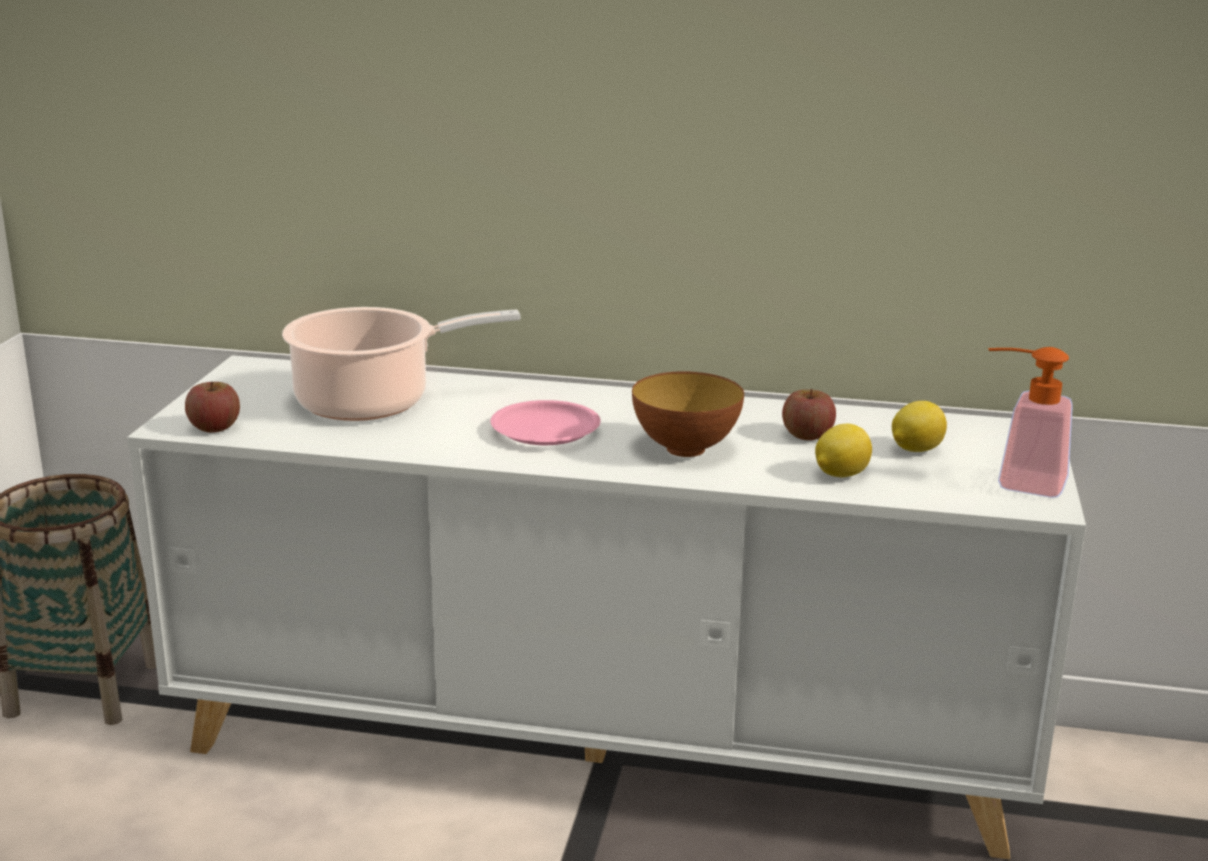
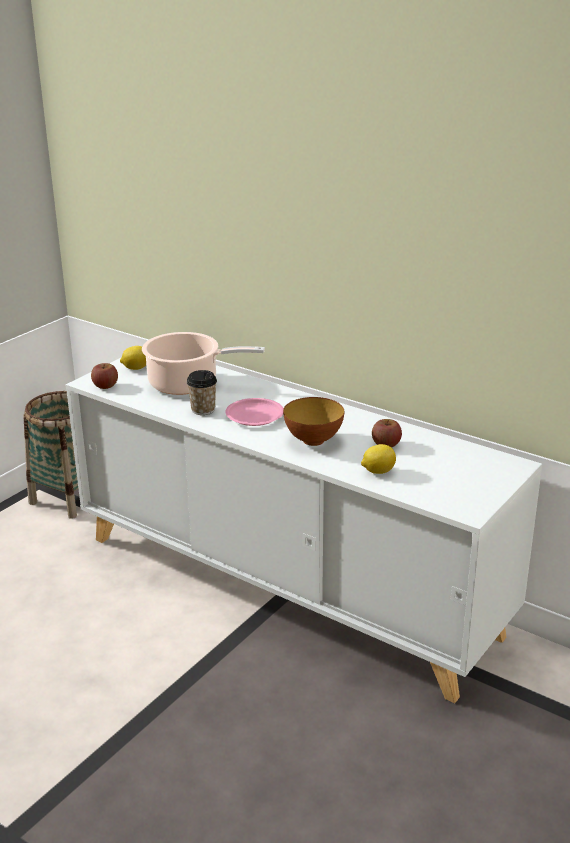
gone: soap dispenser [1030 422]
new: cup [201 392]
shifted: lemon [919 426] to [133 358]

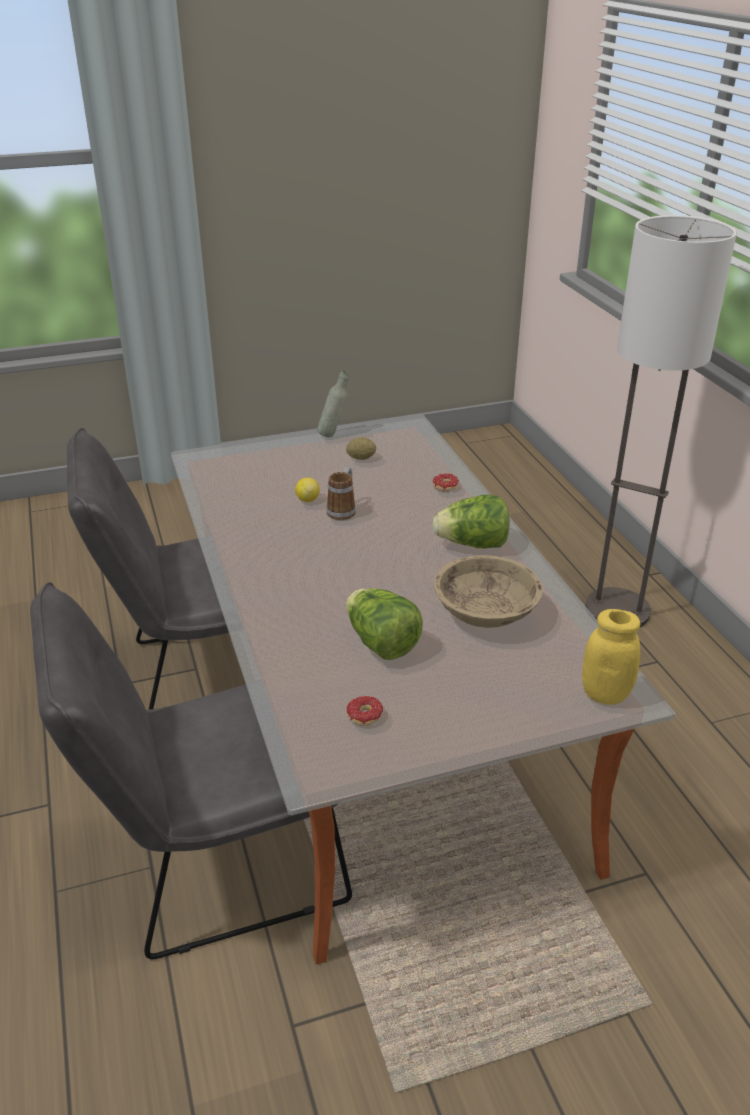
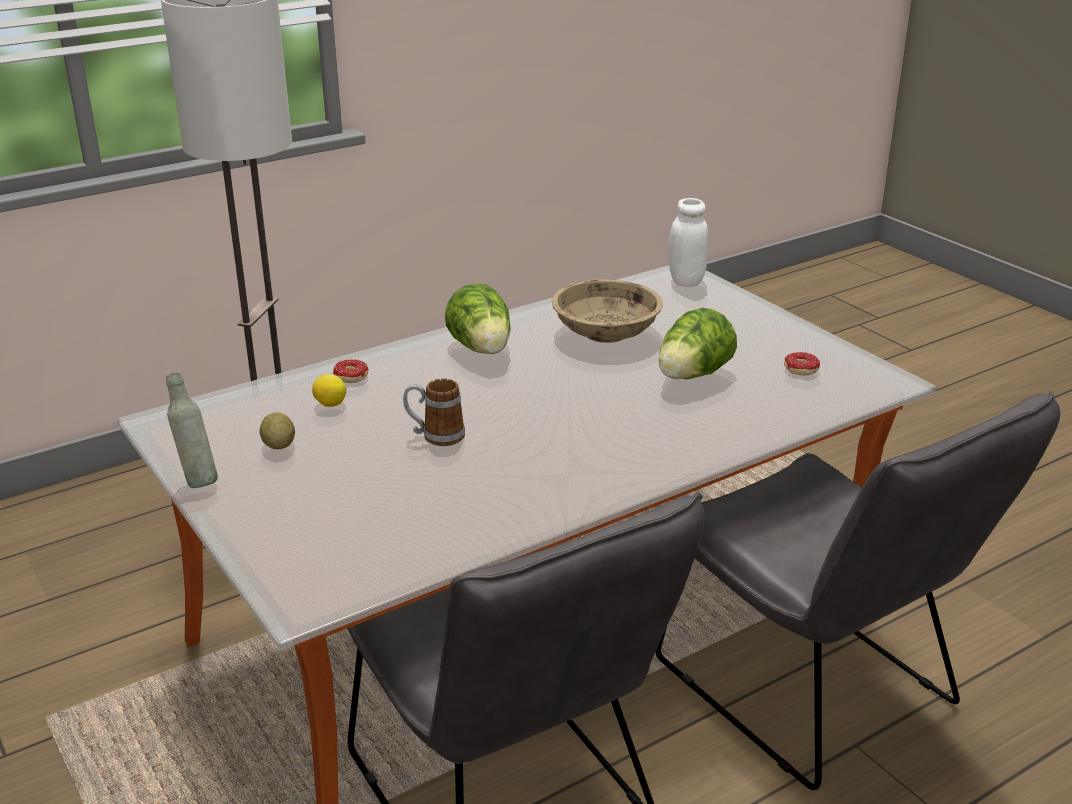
shifted: lemon [307 489] to [329 390]
repainted: yellow jar [611 657] to white jar [688 242]

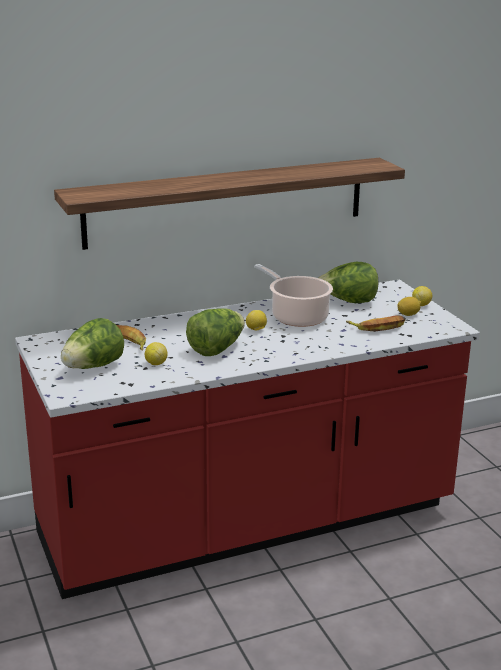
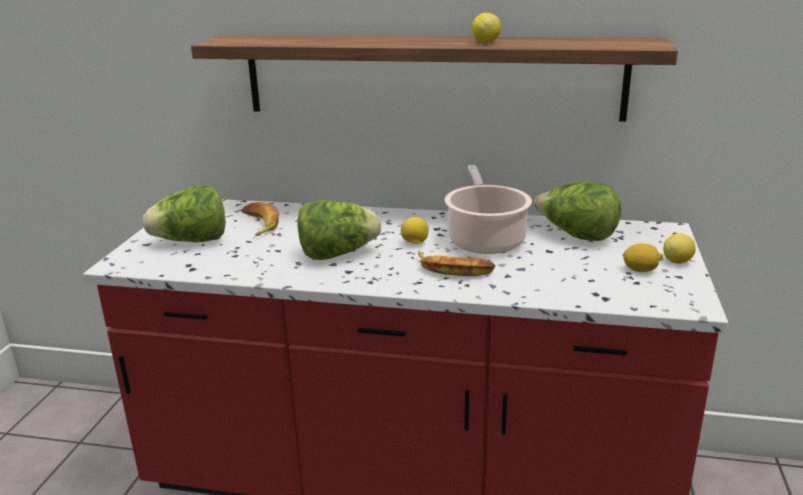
shifted: banana [375 323] to [457 263]; lemon [156 353] to [486 28]

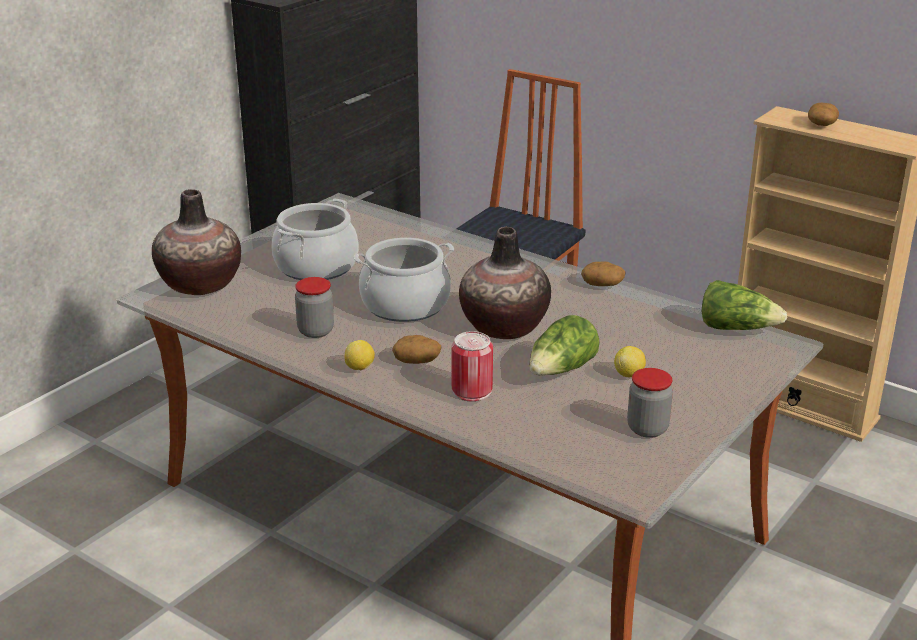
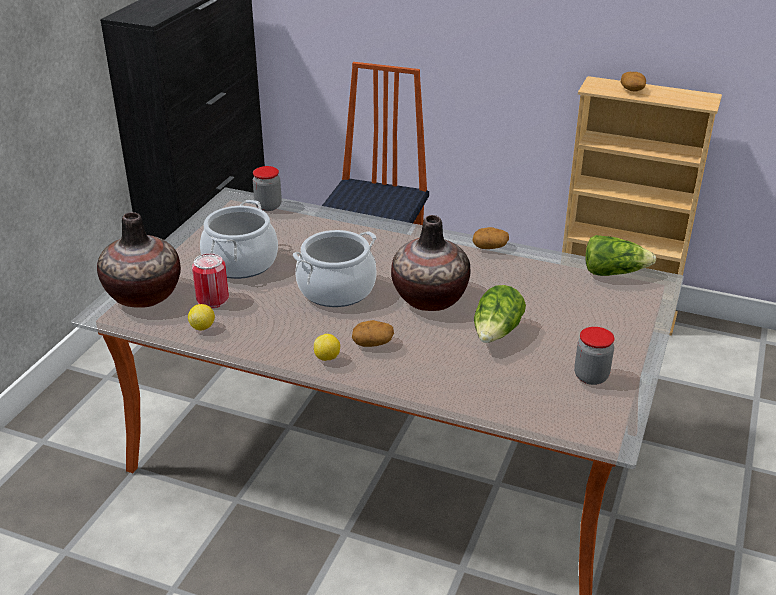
shifted: lemon [630 361] to [201 317]; can [472 366] to [210 280]; jar [314 307] to [267 188]

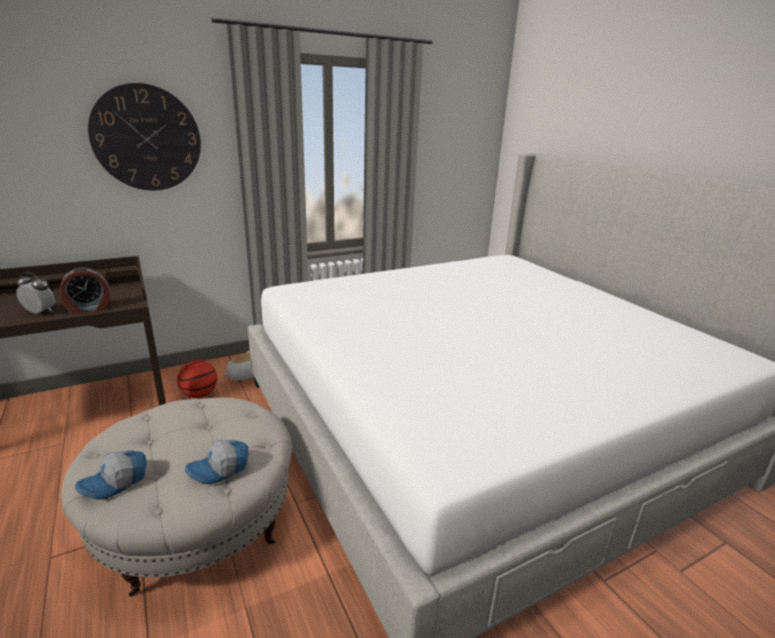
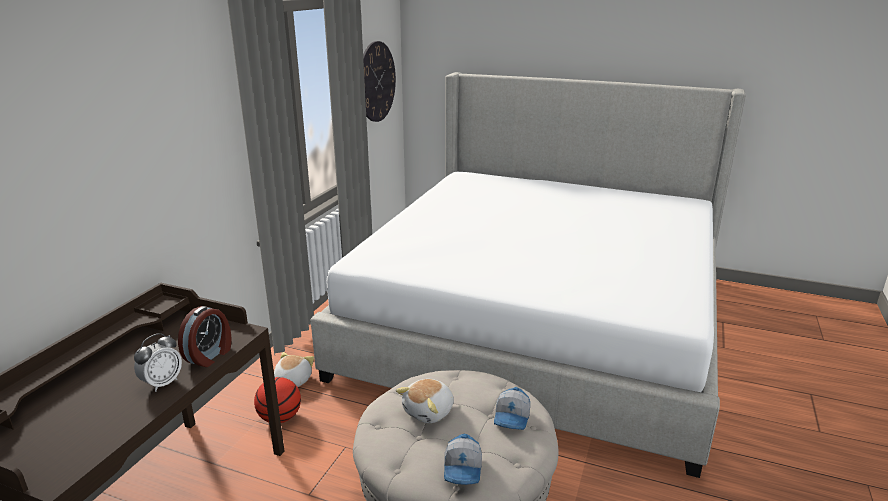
new: plush toy [425 401]
shifted: wall clock [144 137] to [379 81]
rotated: alarm clock [35 293] = [158 362] 150 degrees clockwise

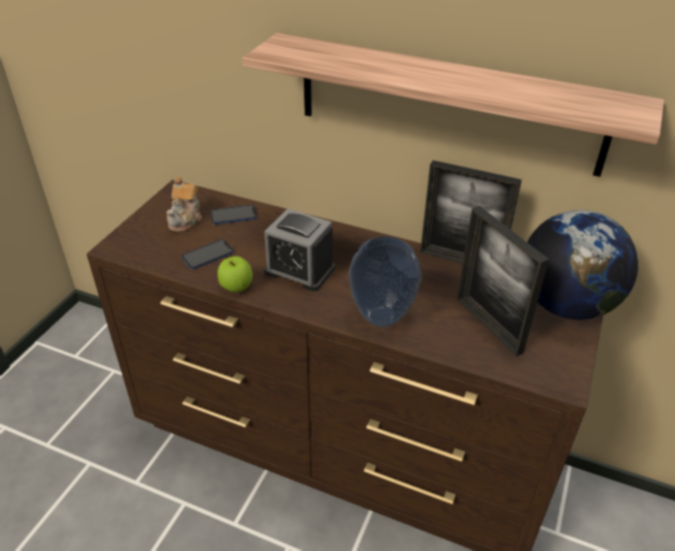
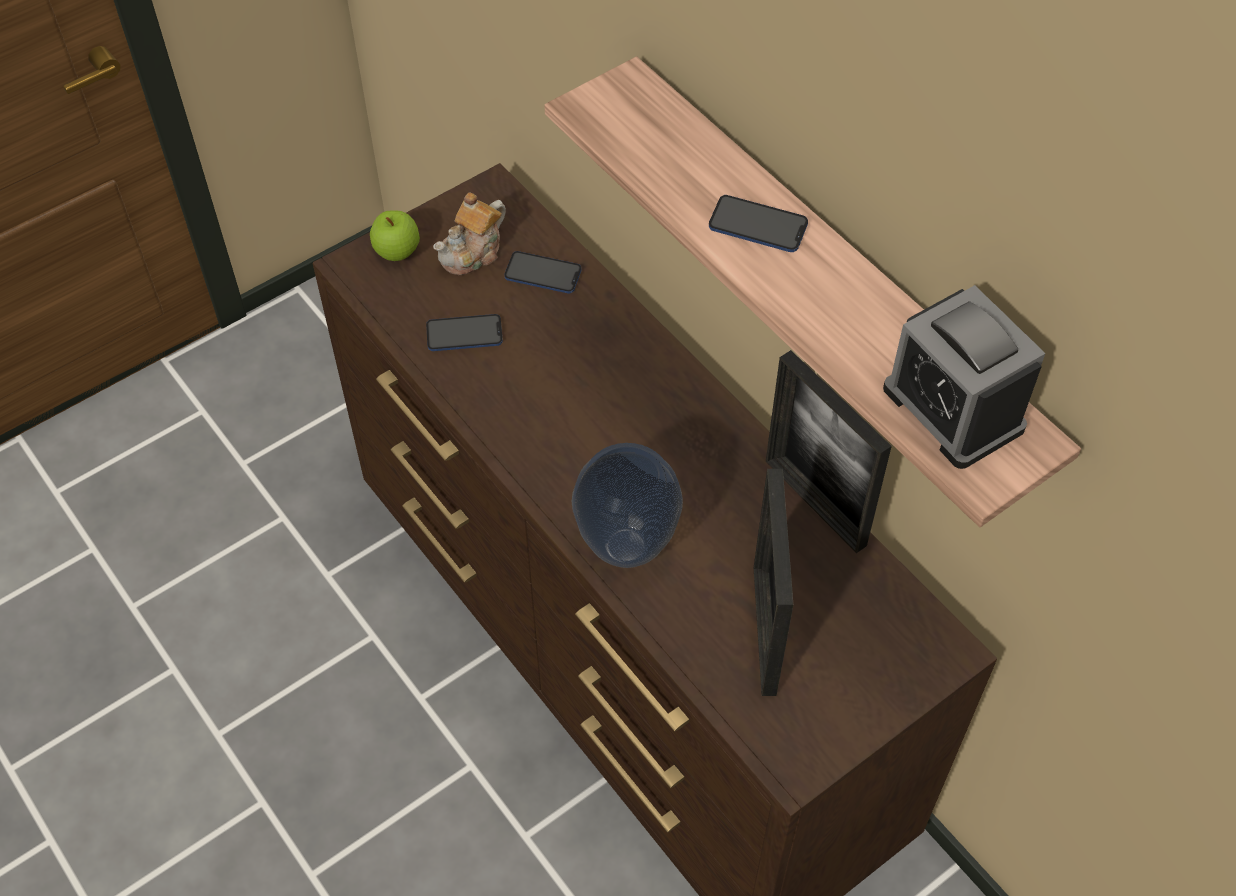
gone: globe [582 265]
new: phone [758 223]
shifted: apple [235 274] to [395 236]; alarm clock [299 249] to [964 377]

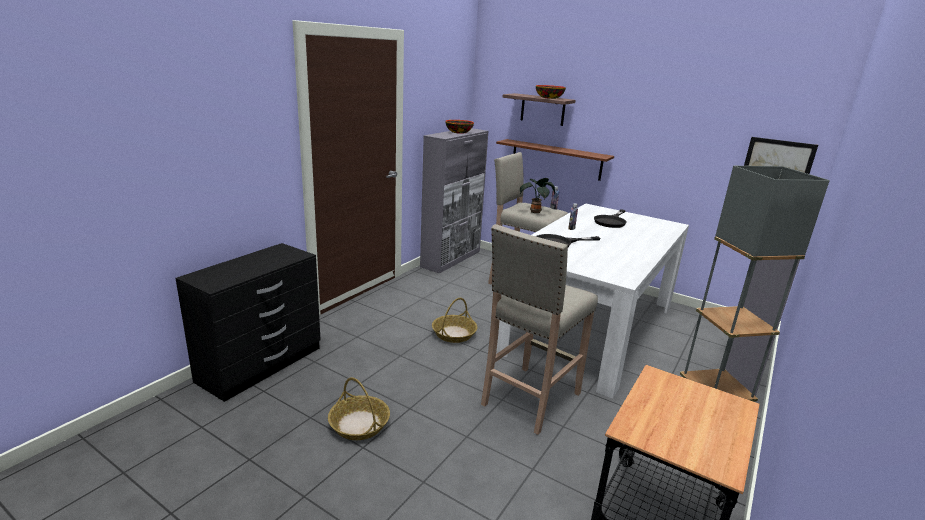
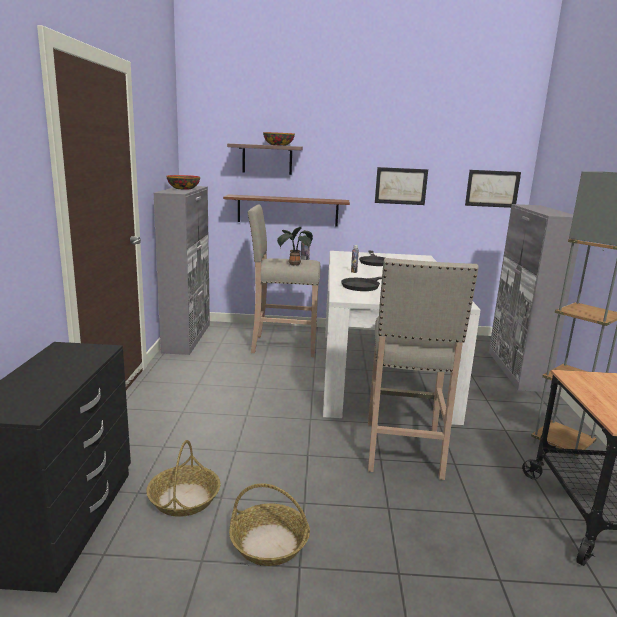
new: picture [401 186]
shifted: basket [454 320] to [183 478]

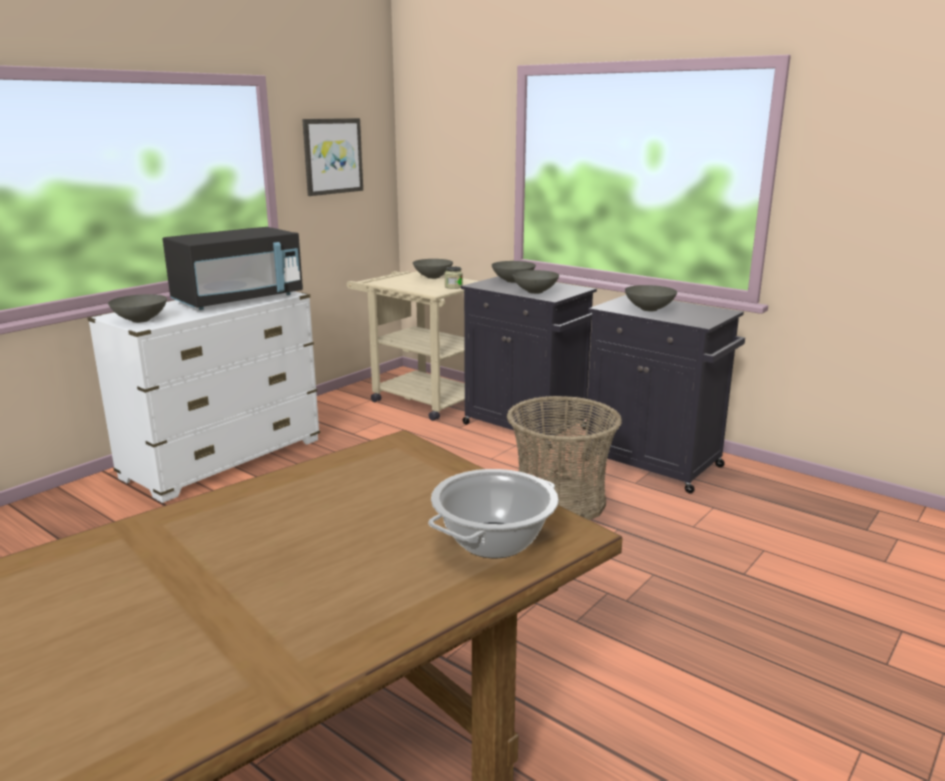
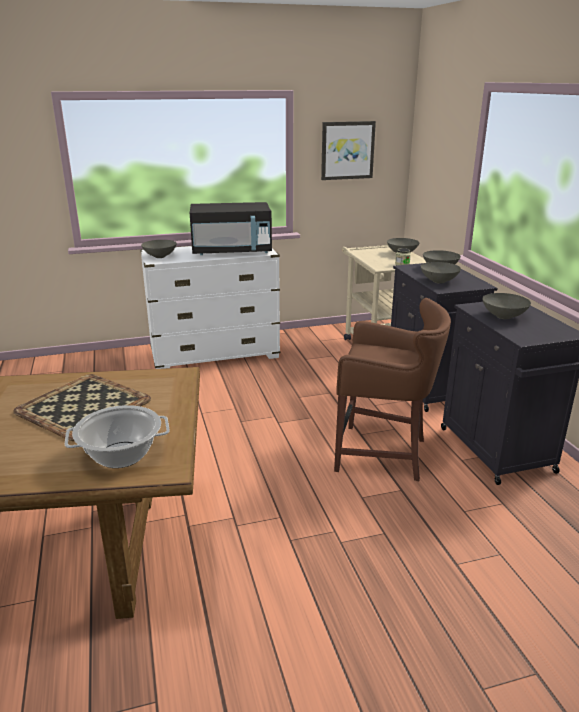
new: tray [82 407]
swapped: basket [564 458] to brown stool [392 389]

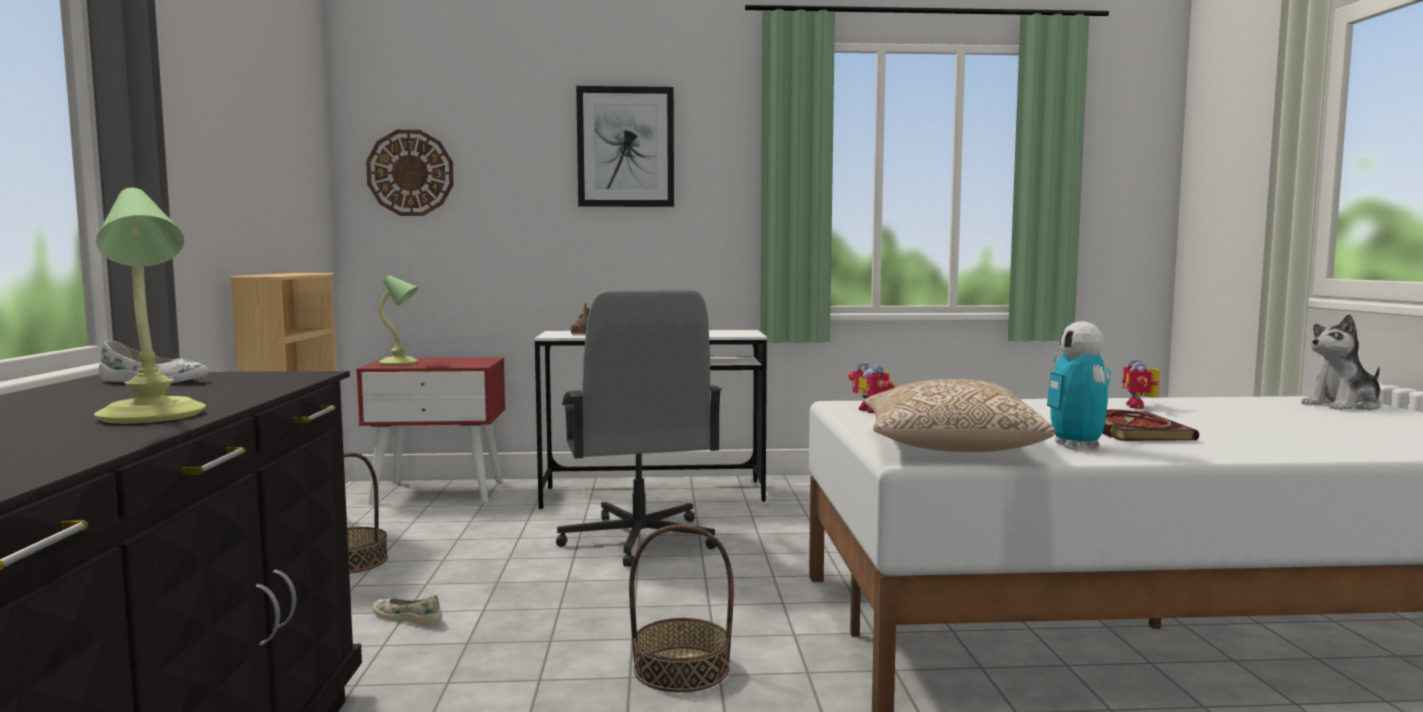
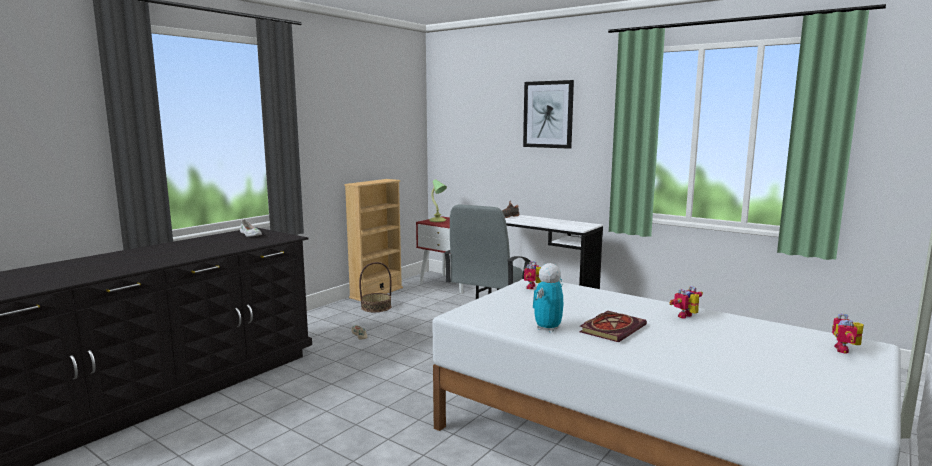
gone: table lamp [150 306]; wall clock [410 173]; basket [681 608]; pillow [959 415]
swapped: plush toy [1341 362] to toy robot [848 333]

